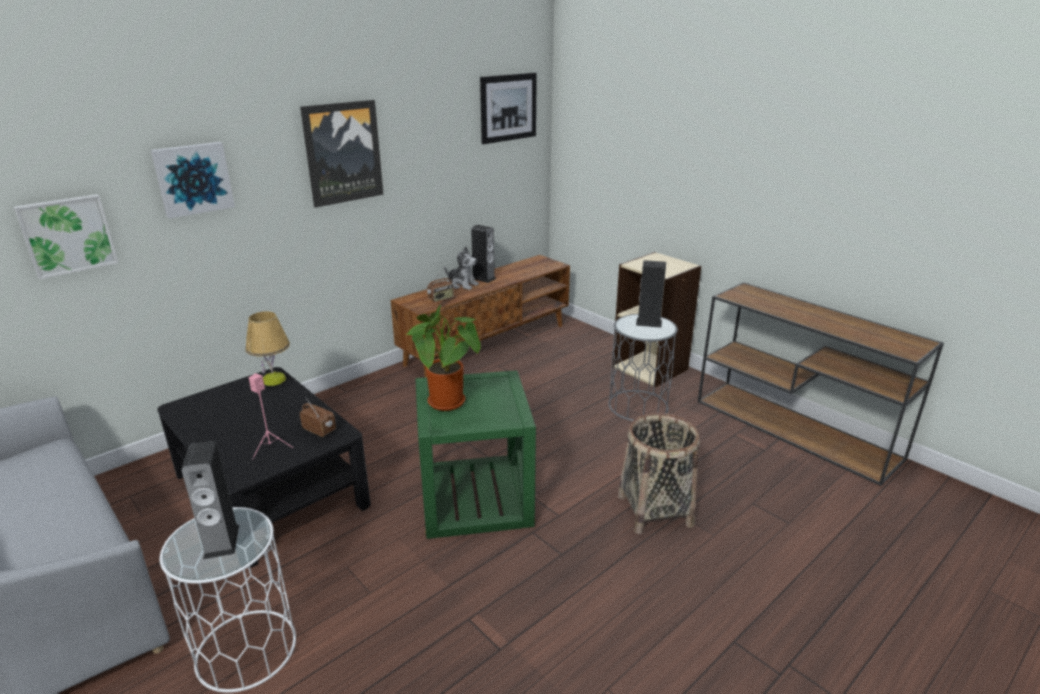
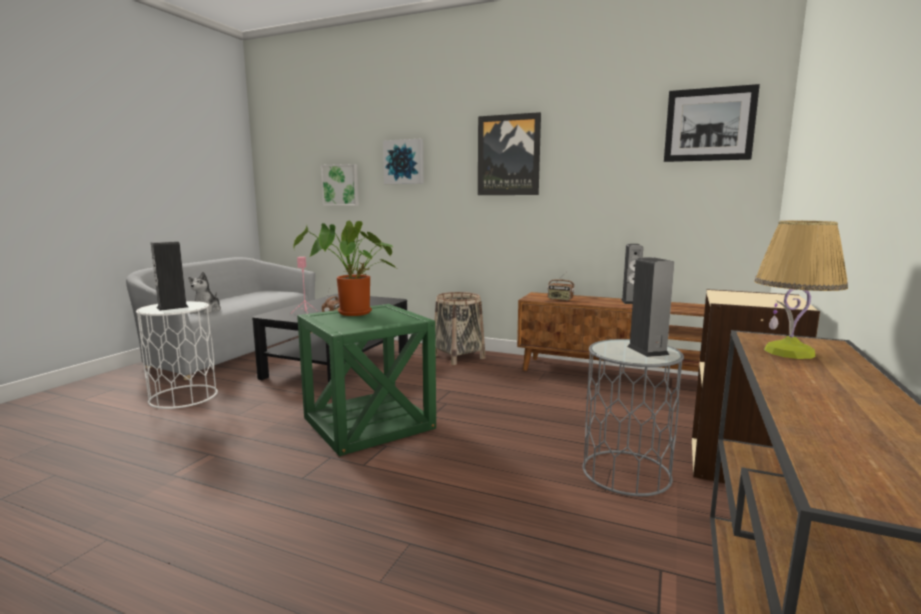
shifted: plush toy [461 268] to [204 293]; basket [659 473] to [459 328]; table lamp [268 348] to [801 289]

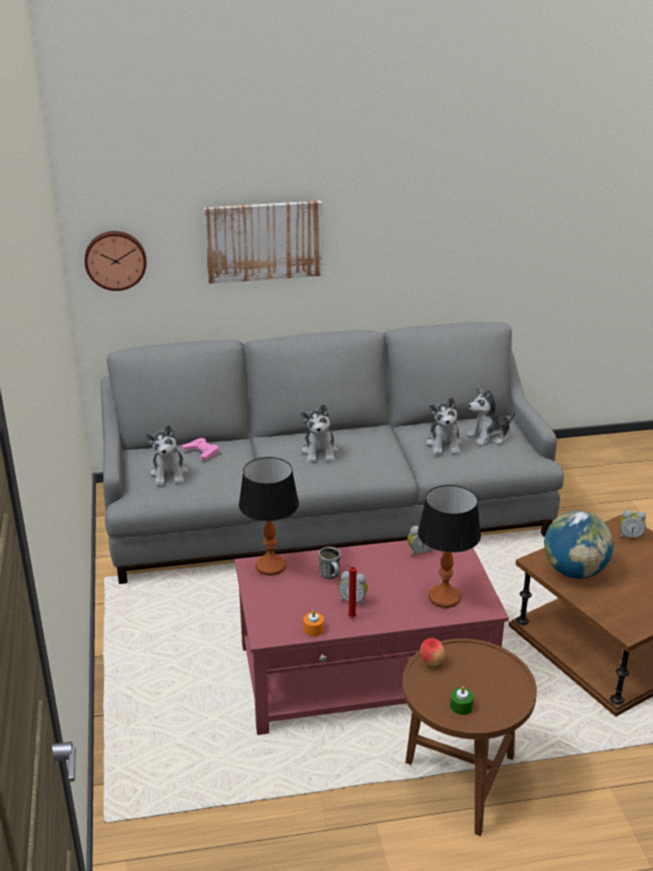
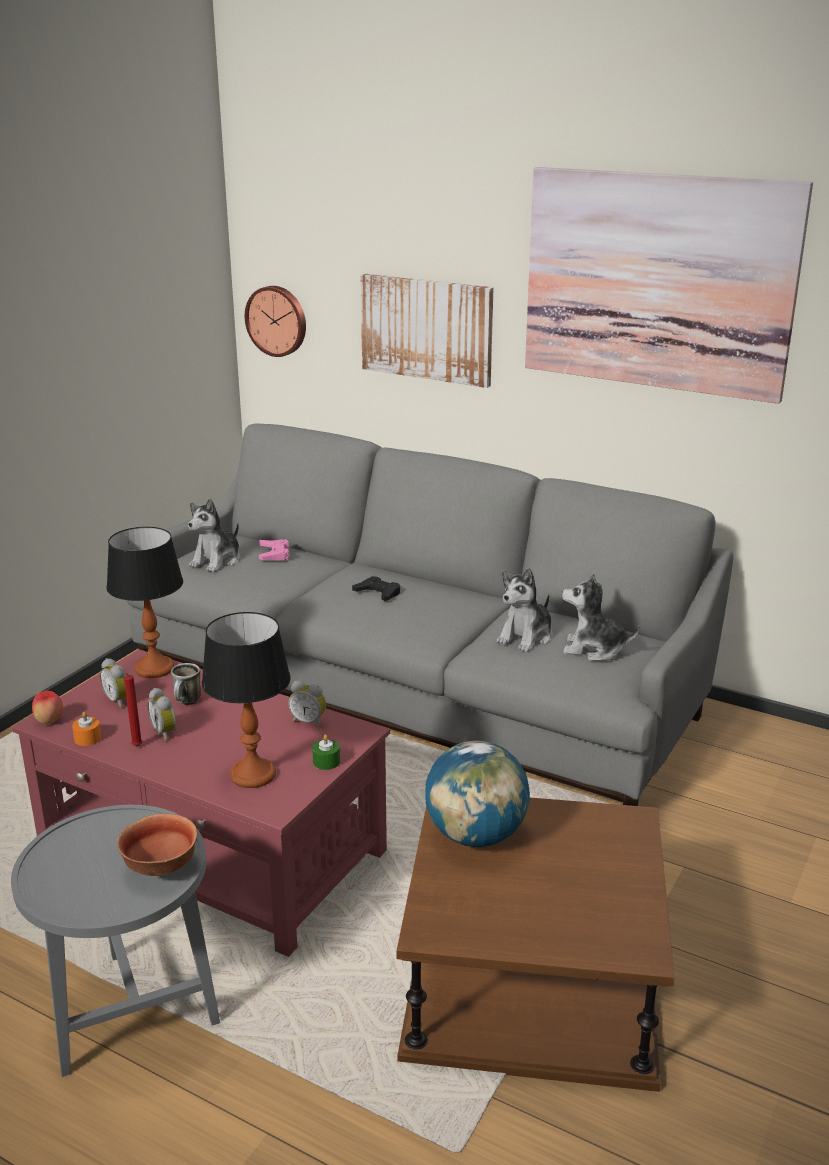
new: bowl [157 845]; picture [669 285]
shifted: apple [432 652] to [47 707]; alarm clock [632 525] to [113 683]; green candle [462 700] to [326 752]
swapped: plush toy [319 433] to black game controller [376 588]
repainted: brown side table [469 737] to grey side table [115 941]

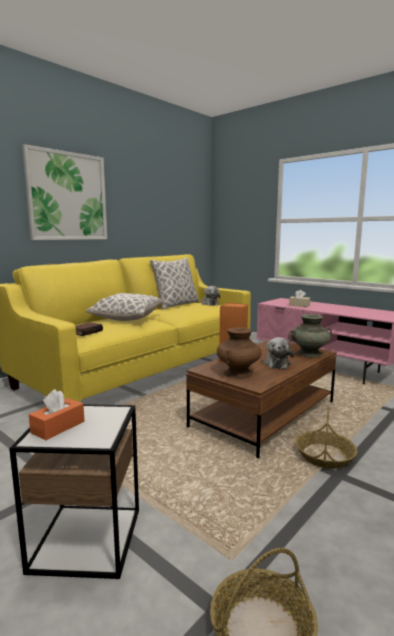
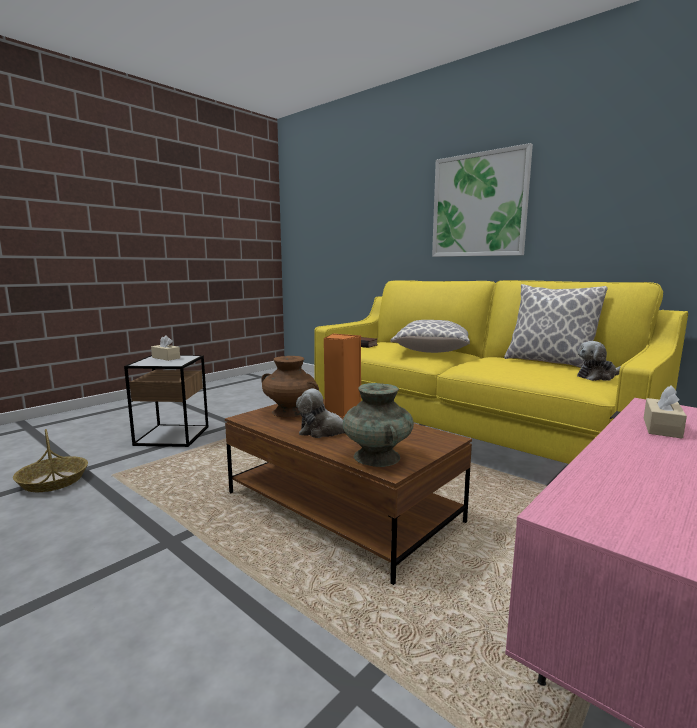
gone: basket [326 438]
repainted: orange tissue box [56 414] to beige tissue box [165 348]

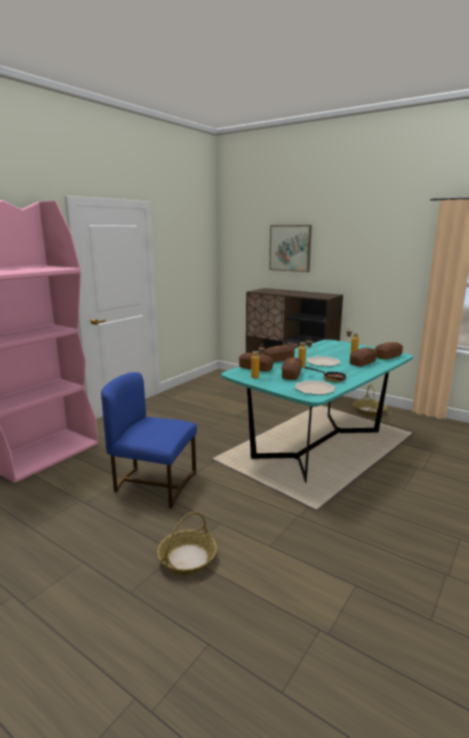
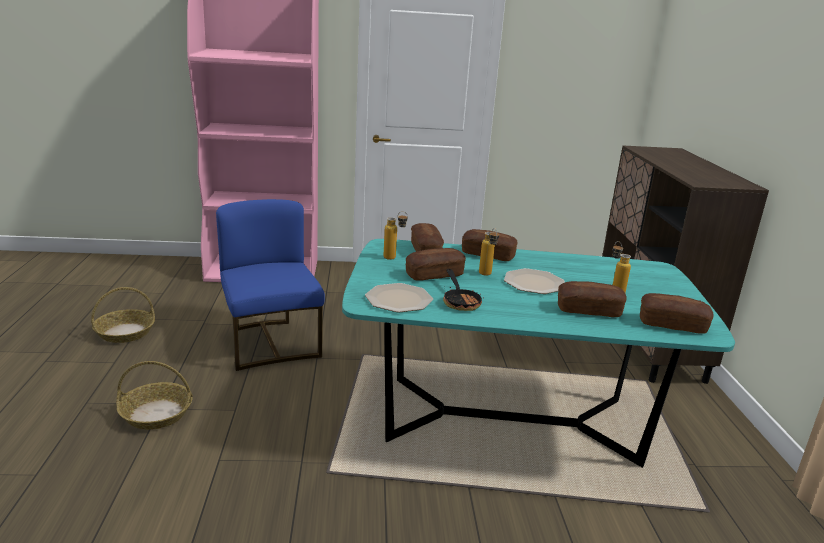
gone: picture [290 248]
shifted: basket [370 400] to [123 315]

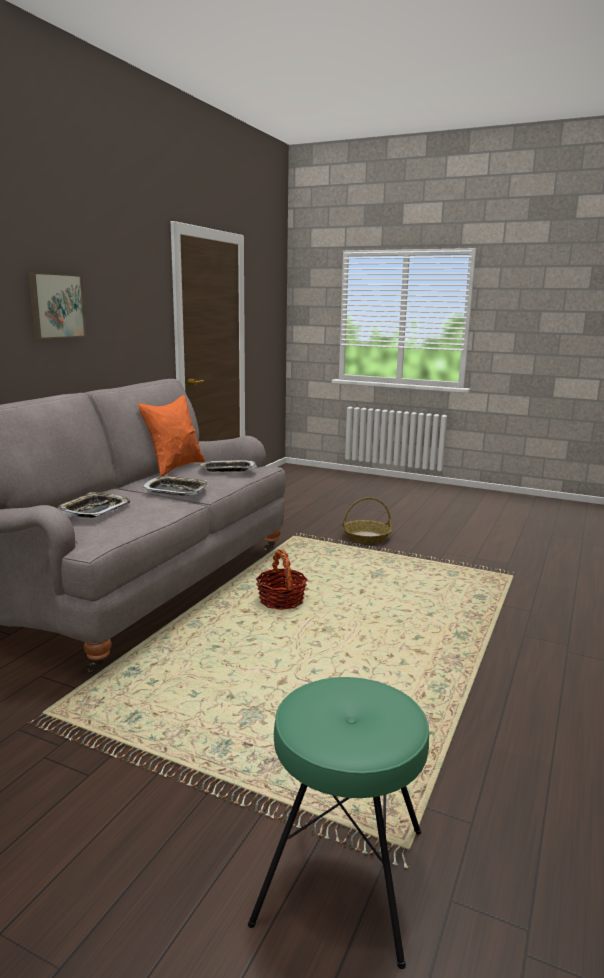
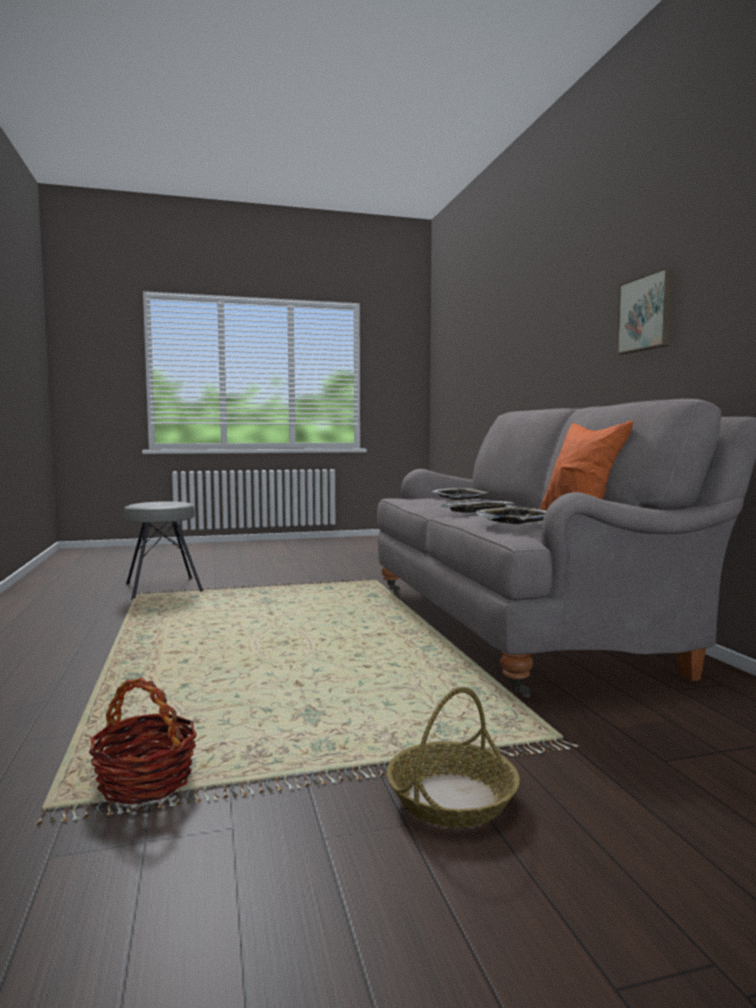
shifted: basket [282 579] to [143 741]
repainted: green stool [338 823] to grey stool [163 550]

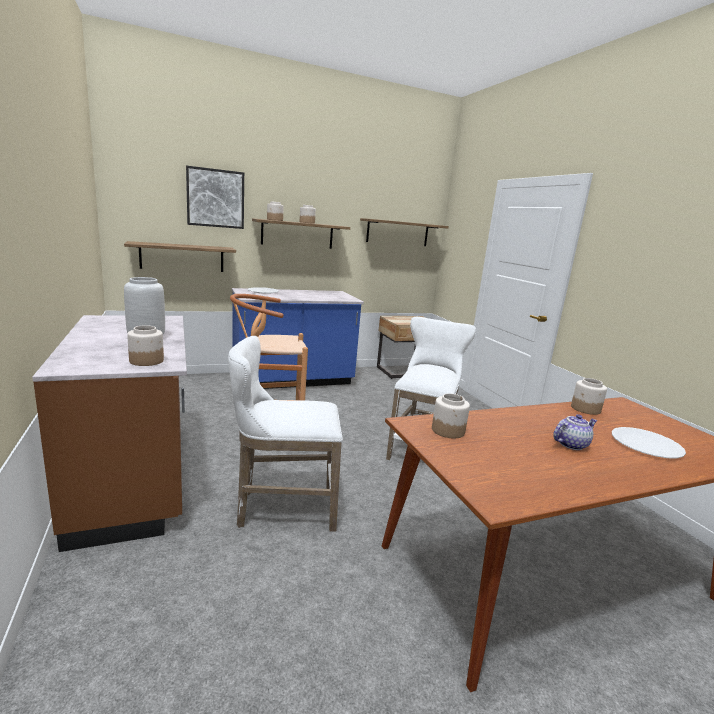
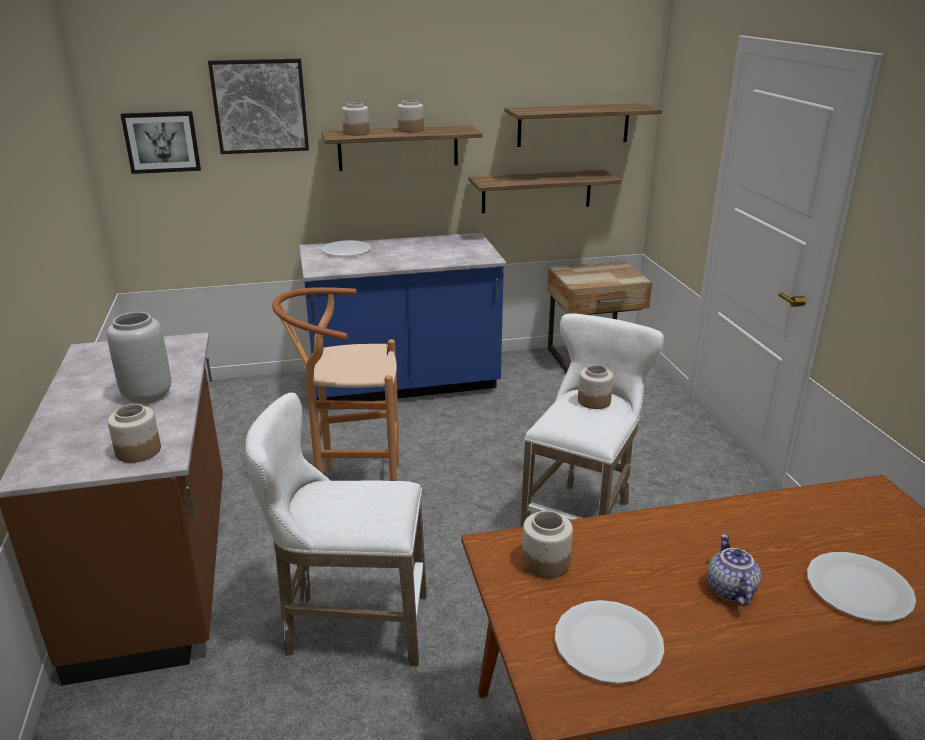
new: picture [160 142]; white plate [609 642]
shifted: shelf [180 256] to [545 191]; jar [589 396] to [595 387]
rotated: teapot [575 432] = [734 570] 75 degrees counterclockwise

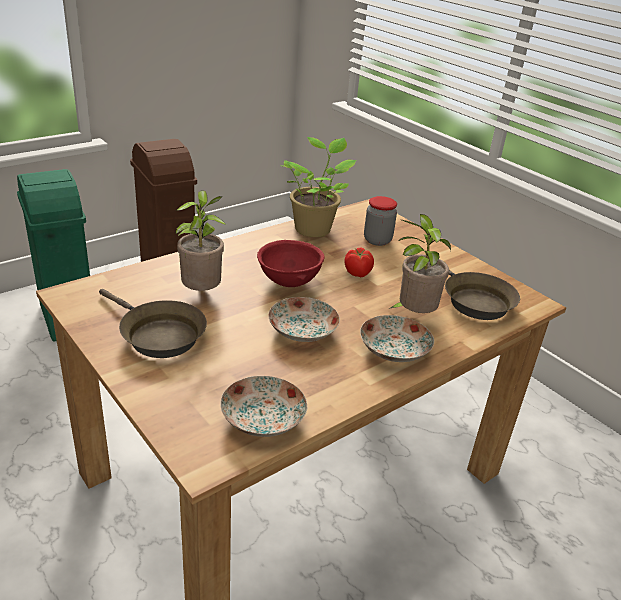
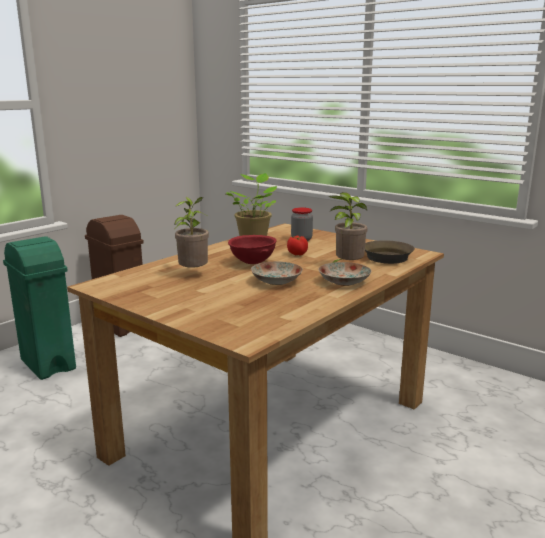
gone: brown frying pan [153 323]; plate [263 406]

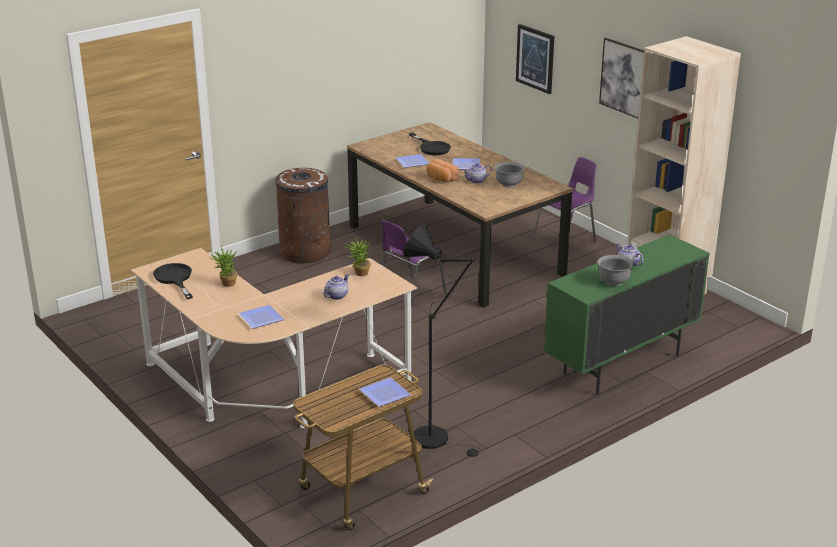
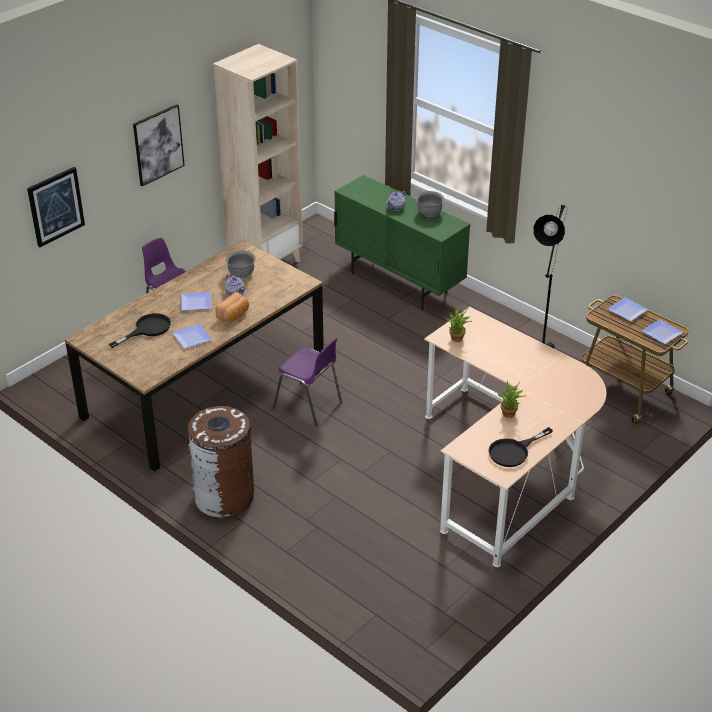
gone: teapot [336 287]
shifted: plate [261 317] to [662 331]

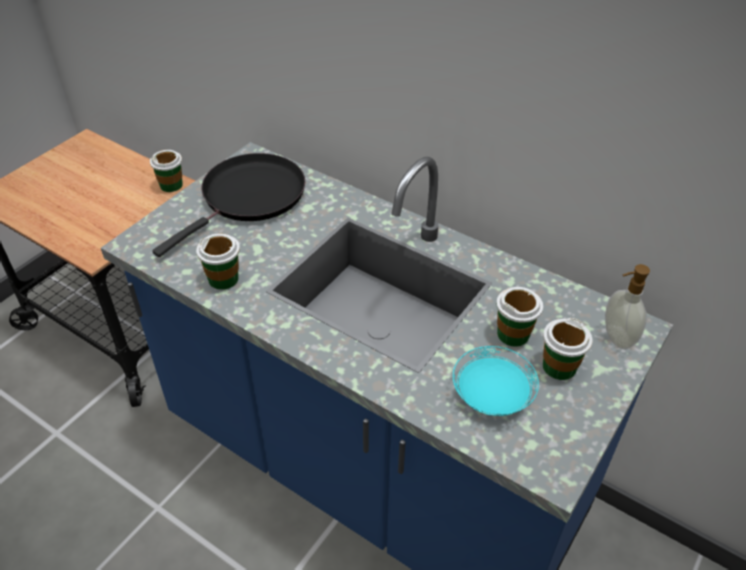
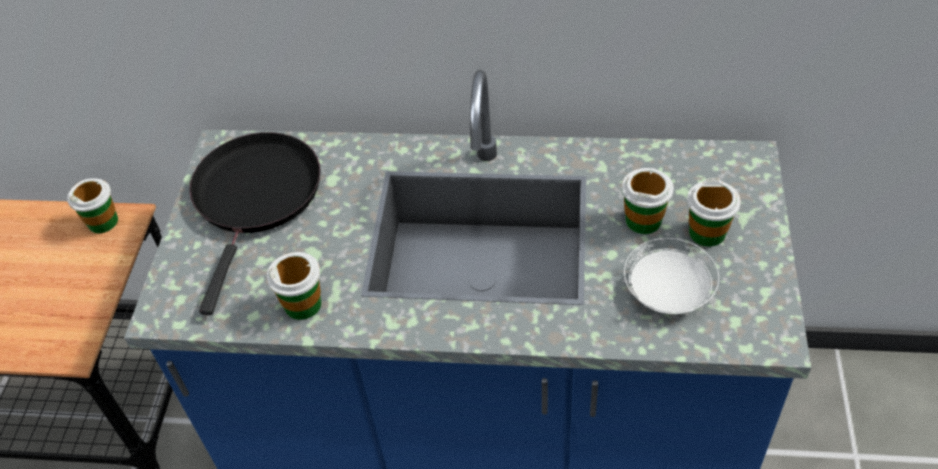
gone: soap dispenser [627 306]
repainted: turquoise plate [496 381] to white plate [671 276]

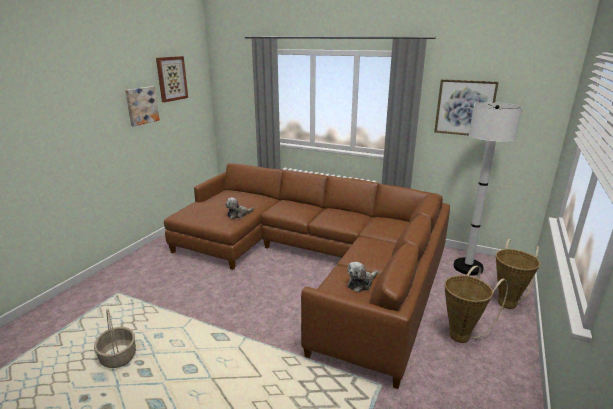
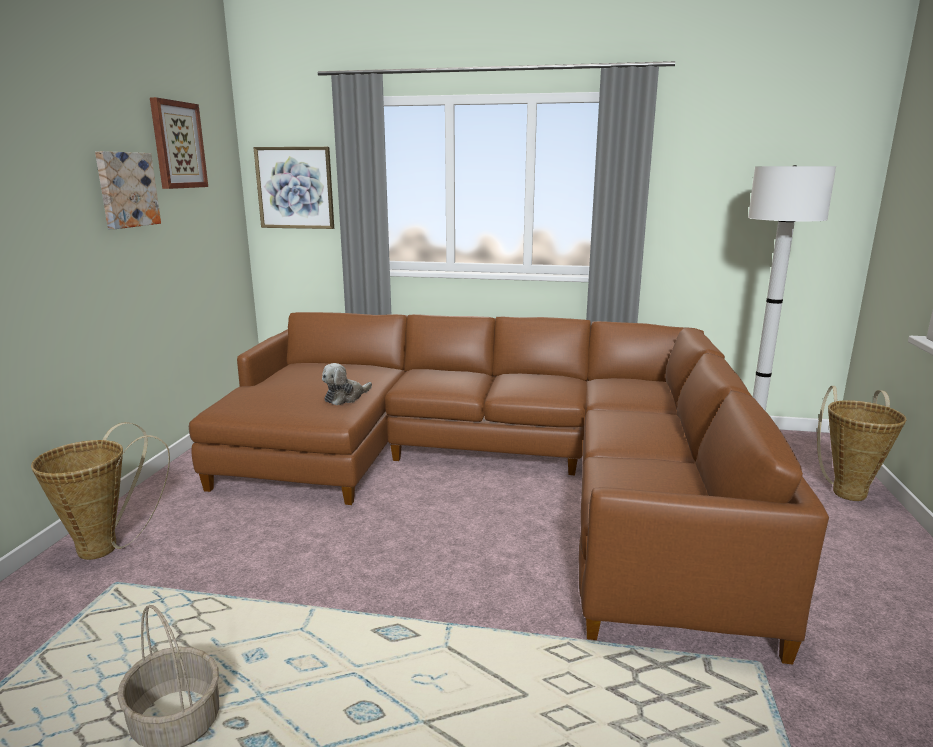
gone: plush toy [362 277]
shifted: basket [476 304] to [100 491]; picture [466 107] to [293 188]

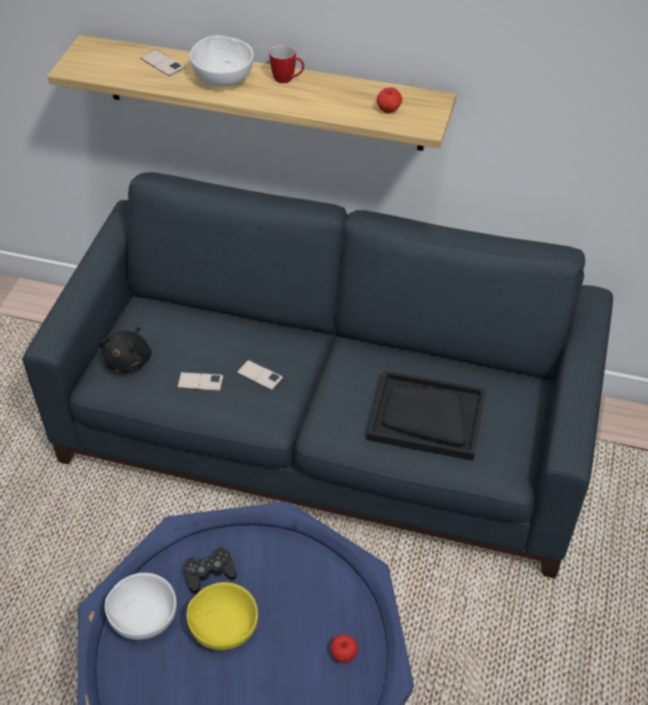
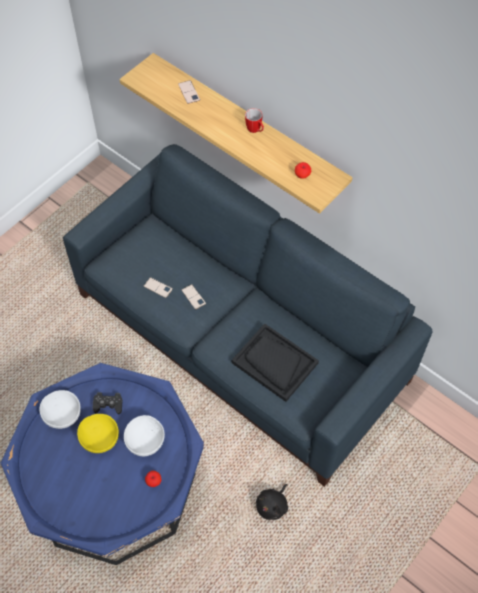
shifted: white bowl [222 61] to [144 435]; black plush toy [126 350] to [272 502]

